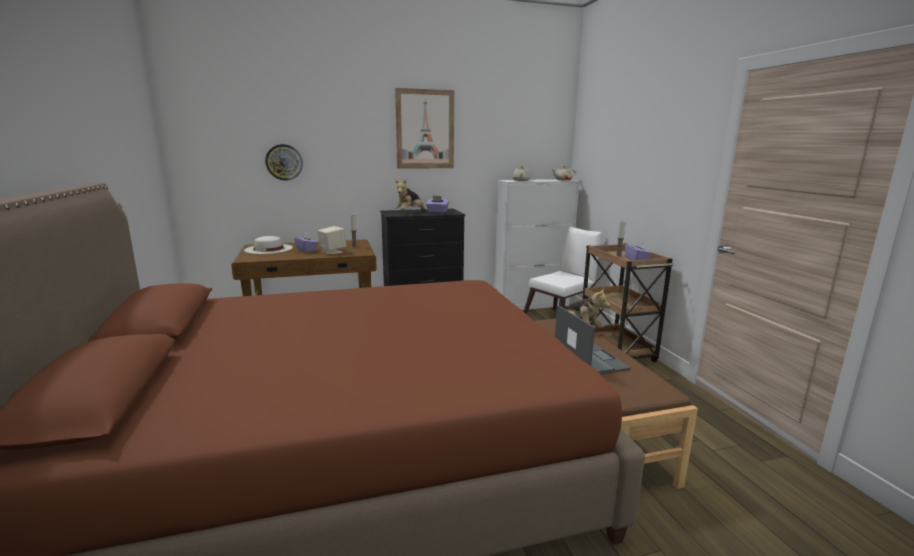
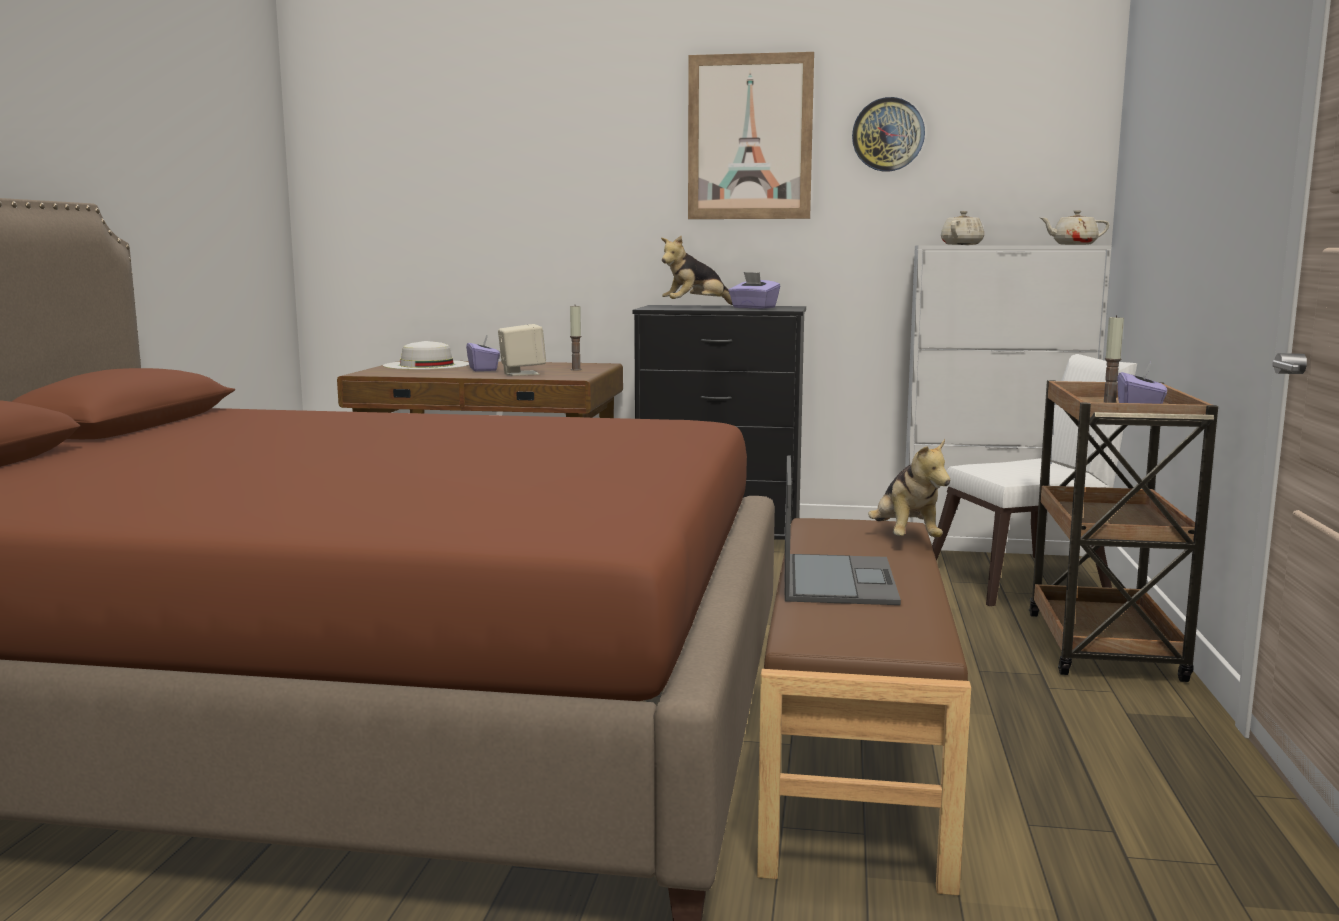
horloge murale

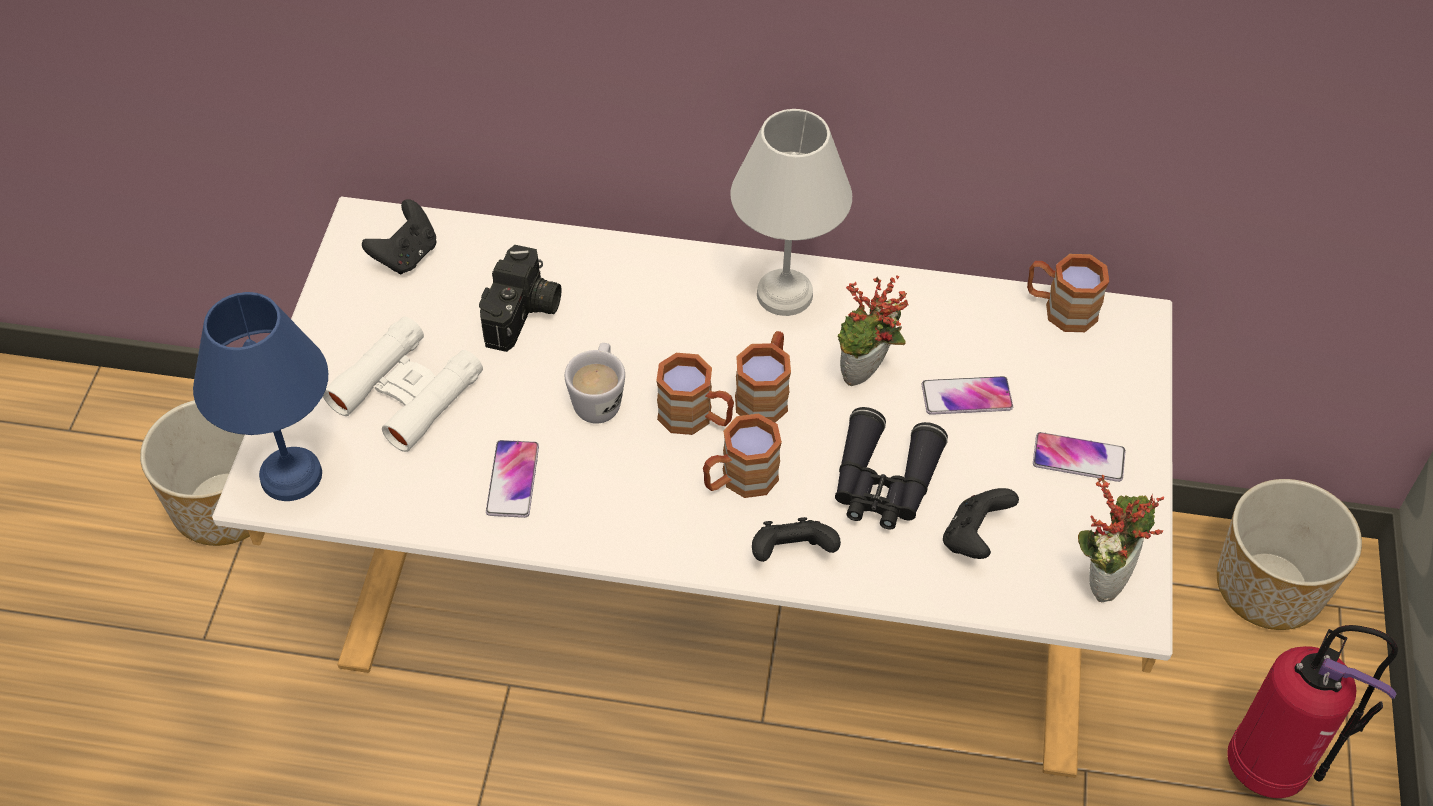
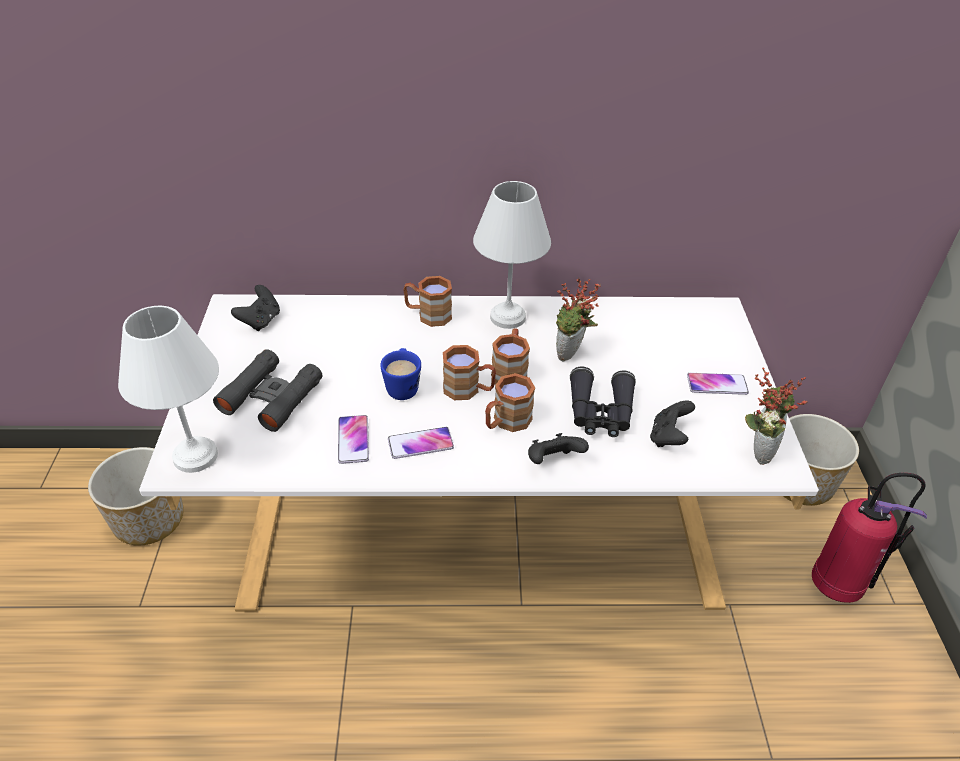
lampe de table/blanc (no. 1 from left)
jumelles/noir (no. 1 from left)
appareil photo
mug/bleu
téléphone (no. 2 from left)
mug/marron (no. 1 from left)

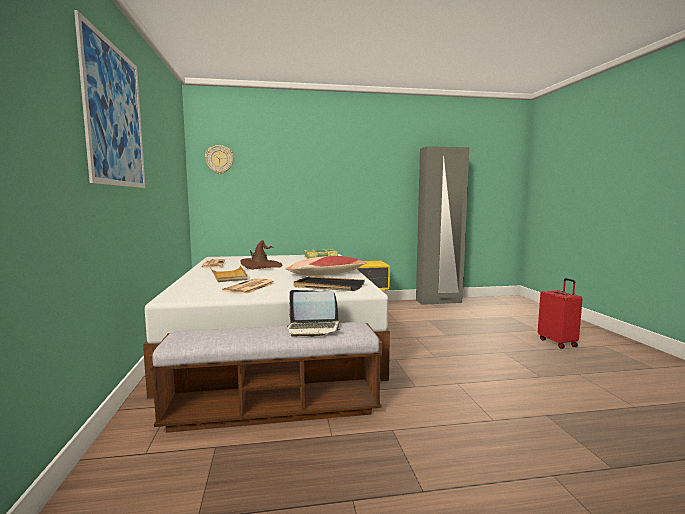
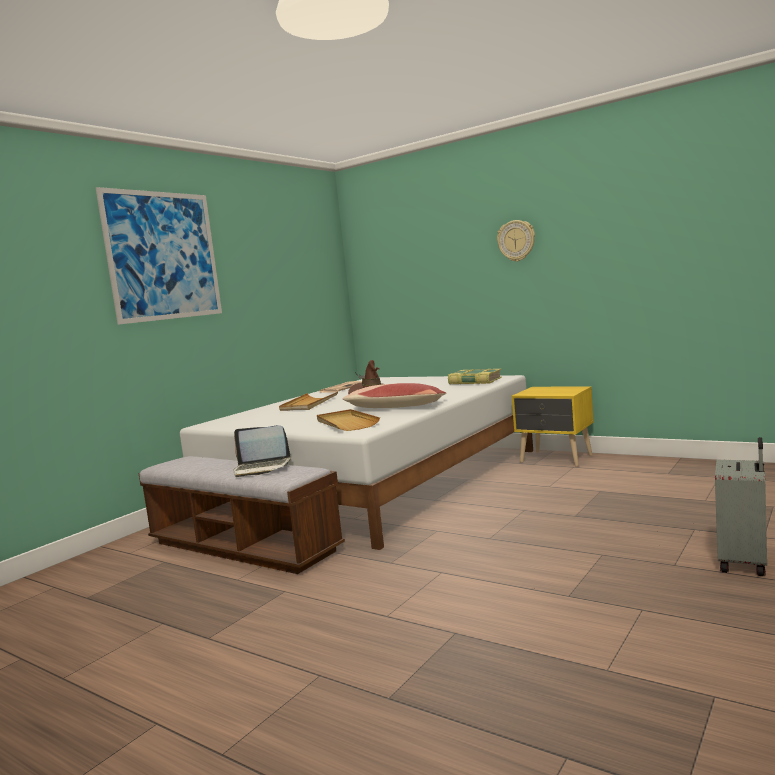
horloge murale
journal (no. 2 from left in the first image)
ordinateur portable
plateau/beige (no. 2 from left)
armoire/gris
valise/gris

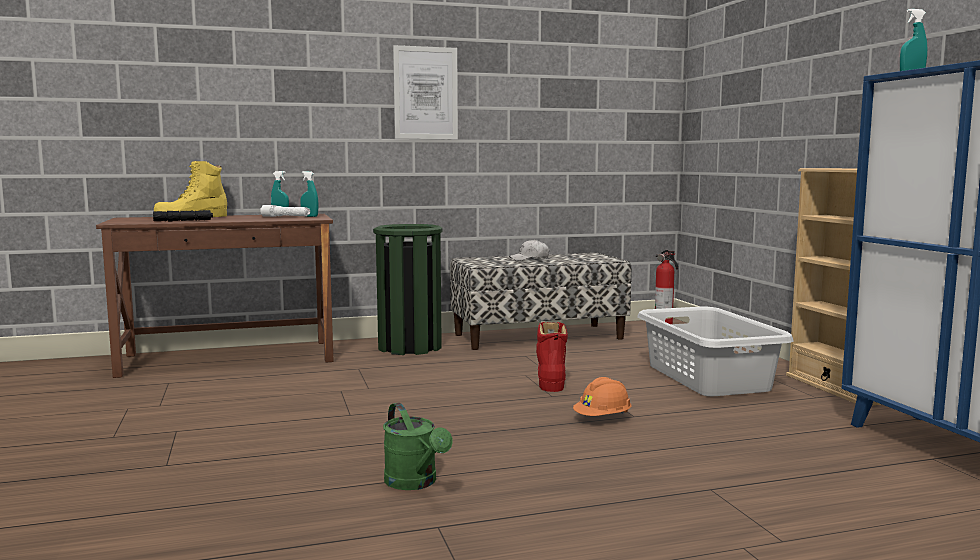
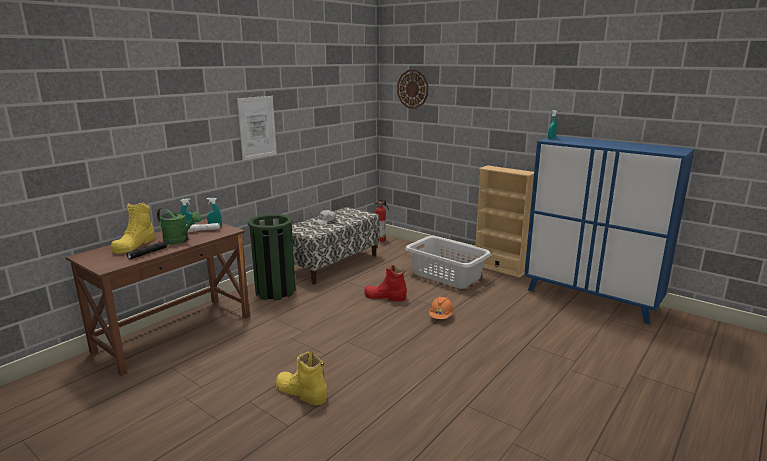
arrosoir/vert
botte/rouge
botte/jaune (no. 2 from left)
horloge murale

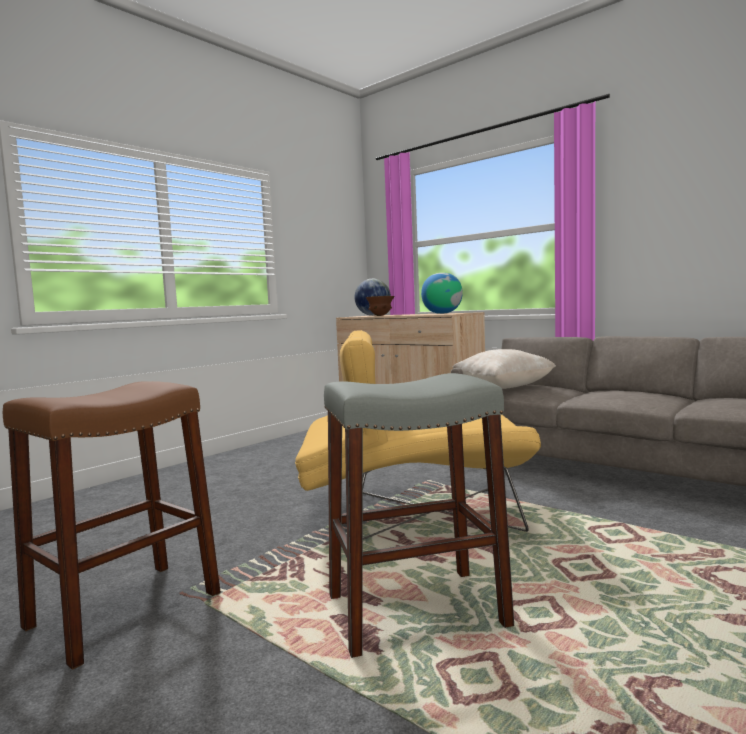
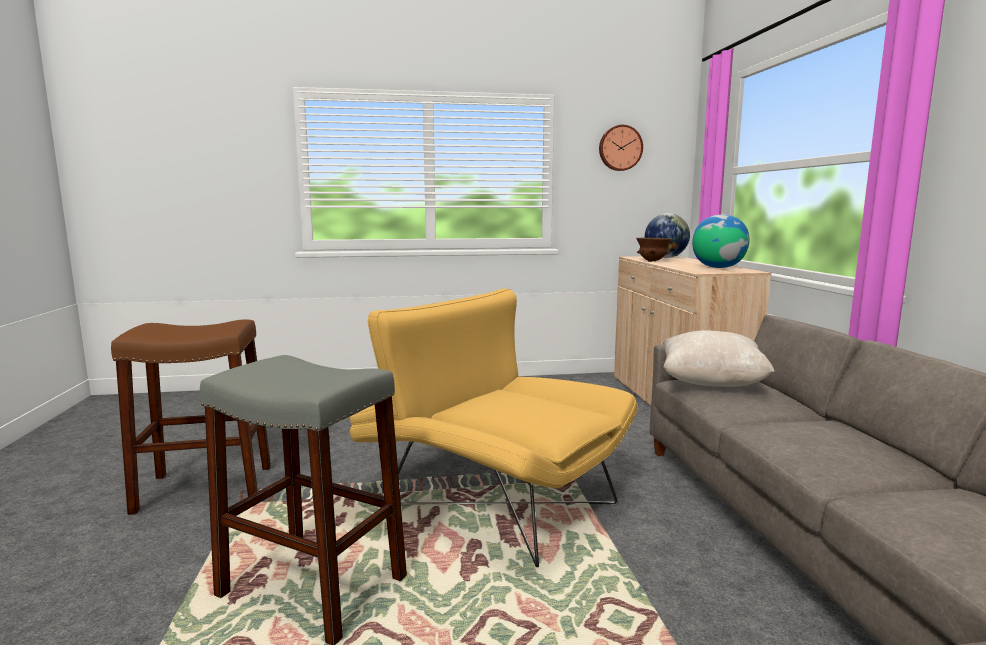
horloge murale

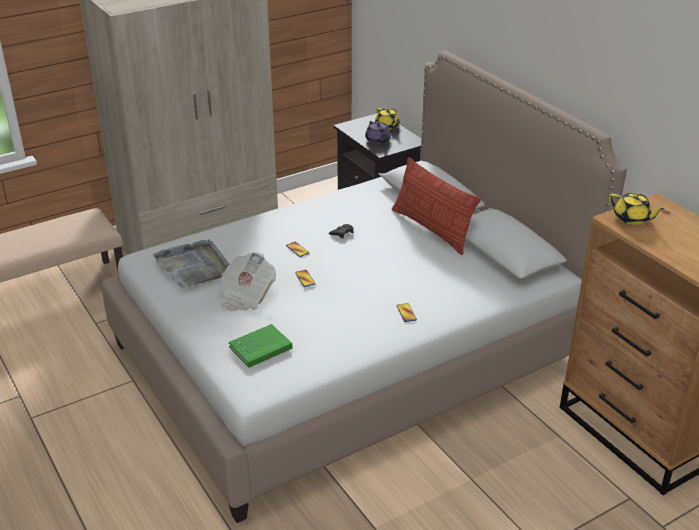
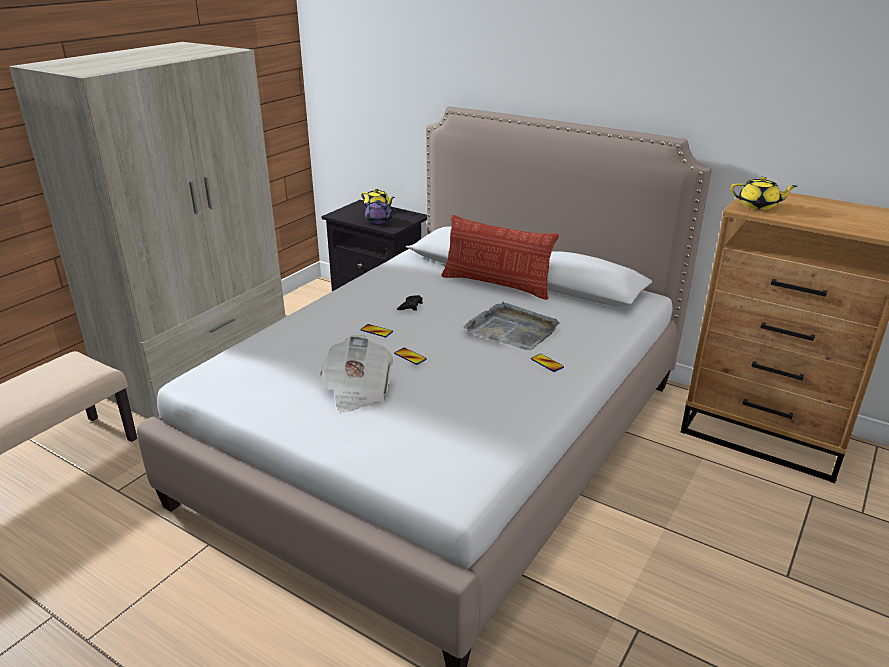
plateau/gris
livre/vert

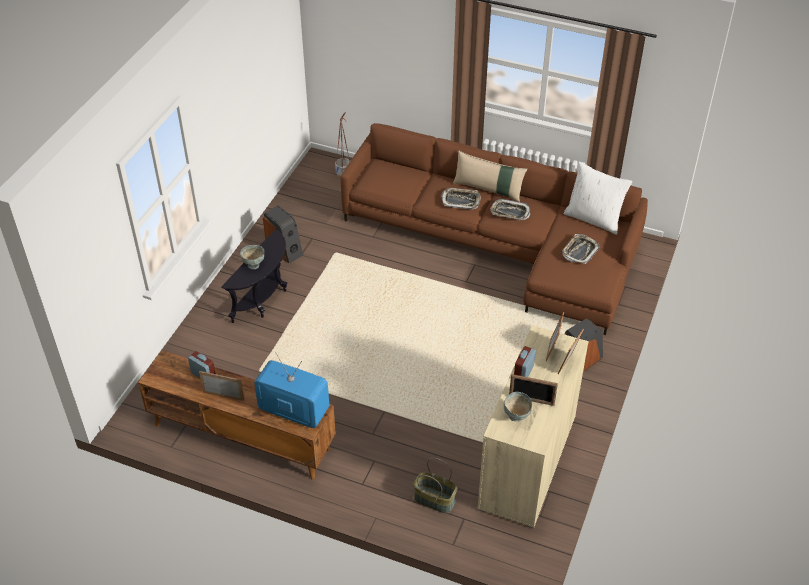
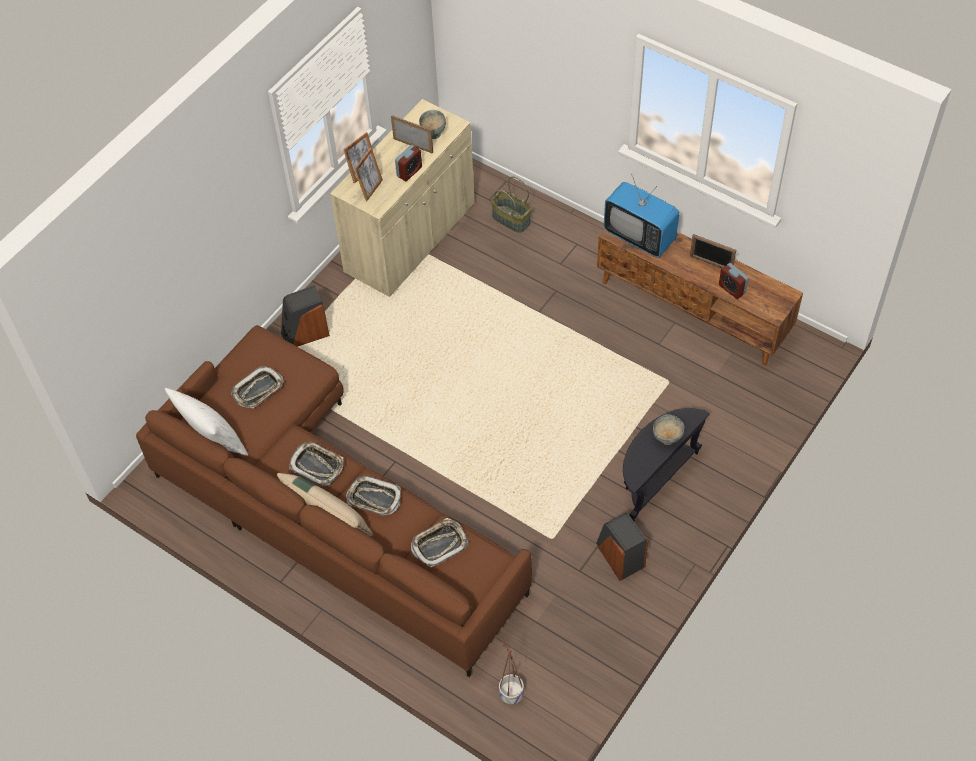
plateau (no. 4 from left)

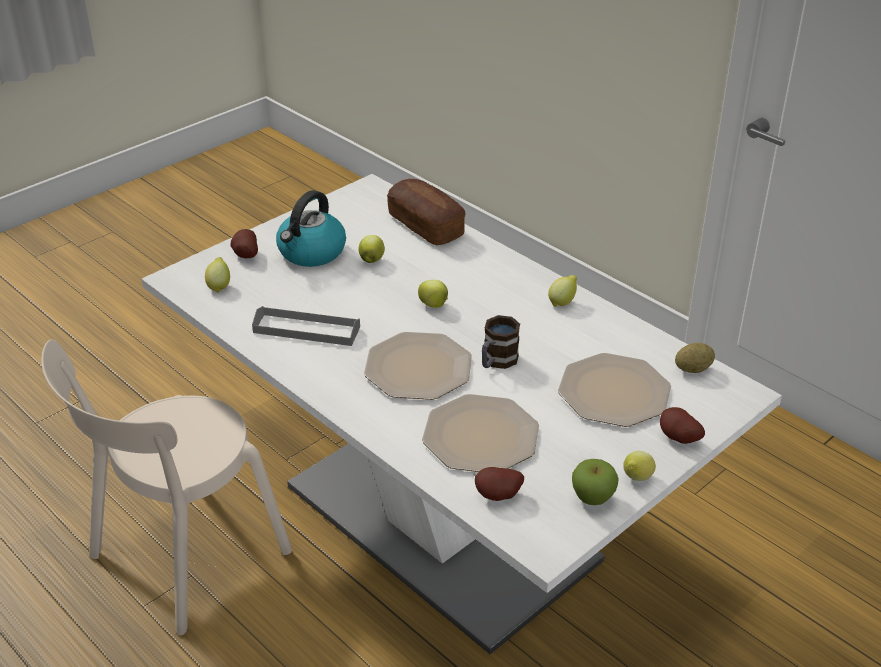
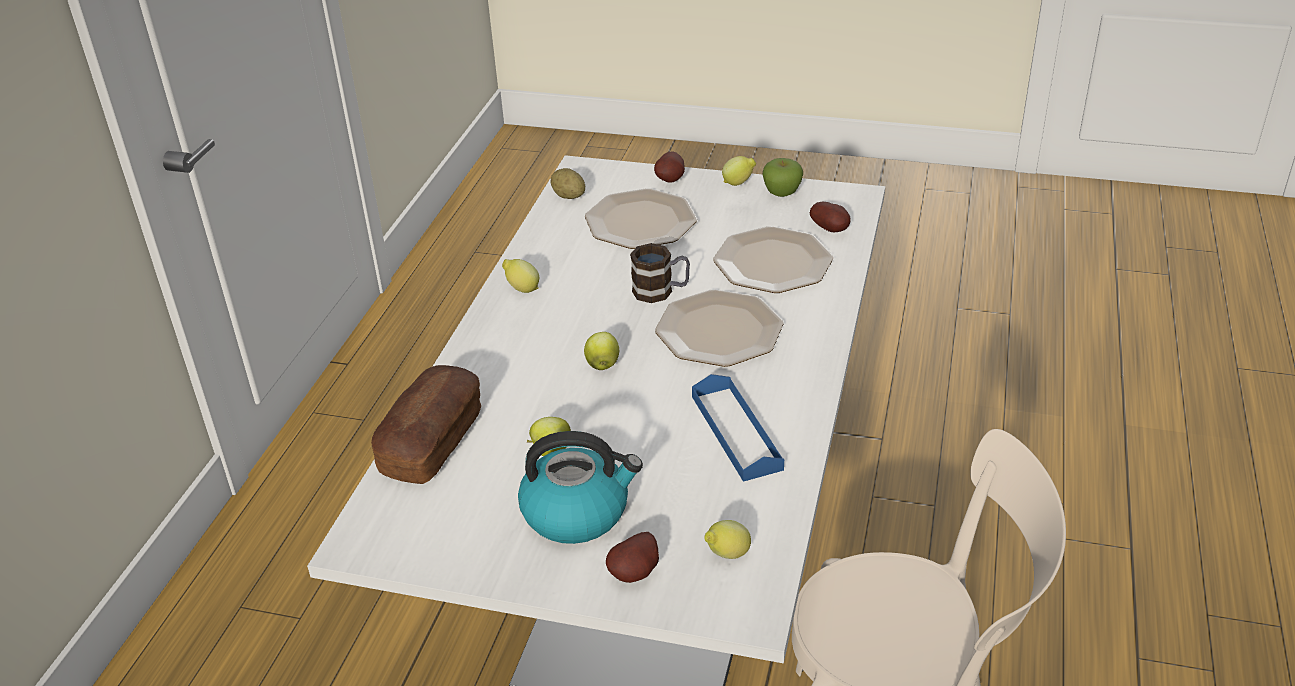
plateau/bleu

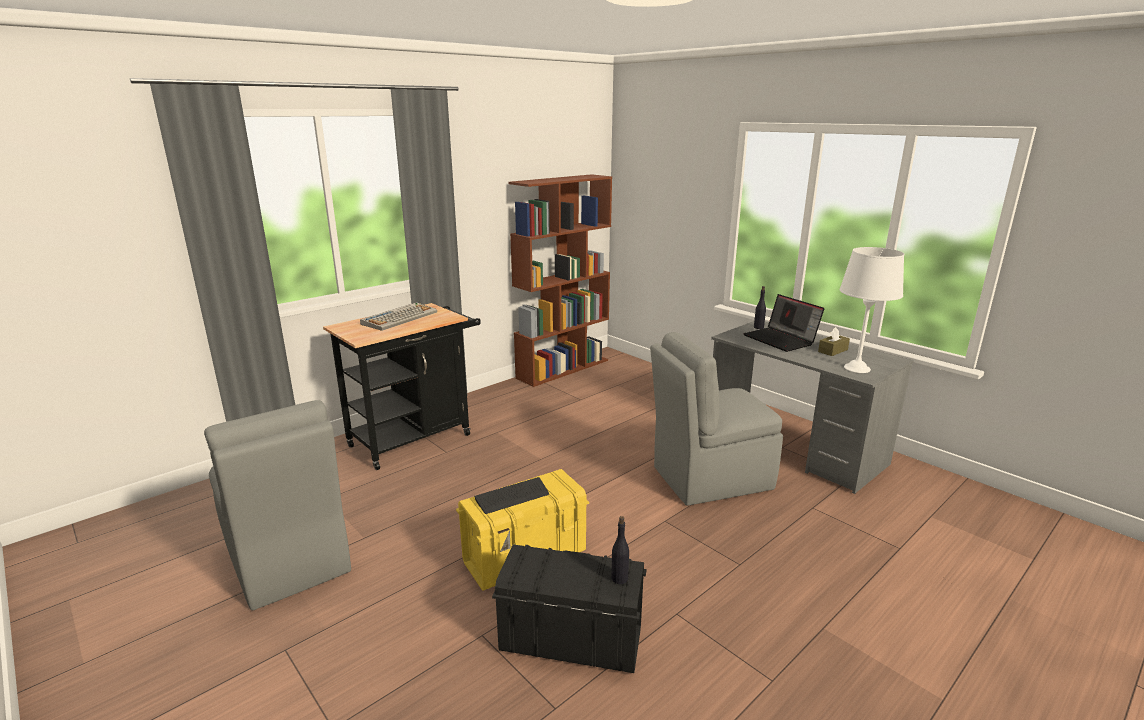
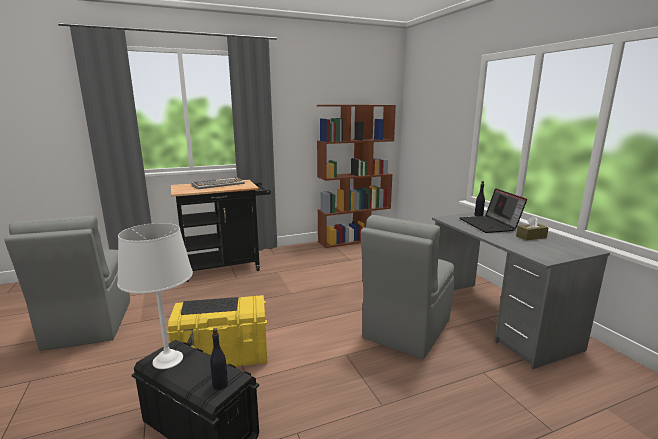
chaise/gris (no. 2 from left)
lampe de table/blanc

